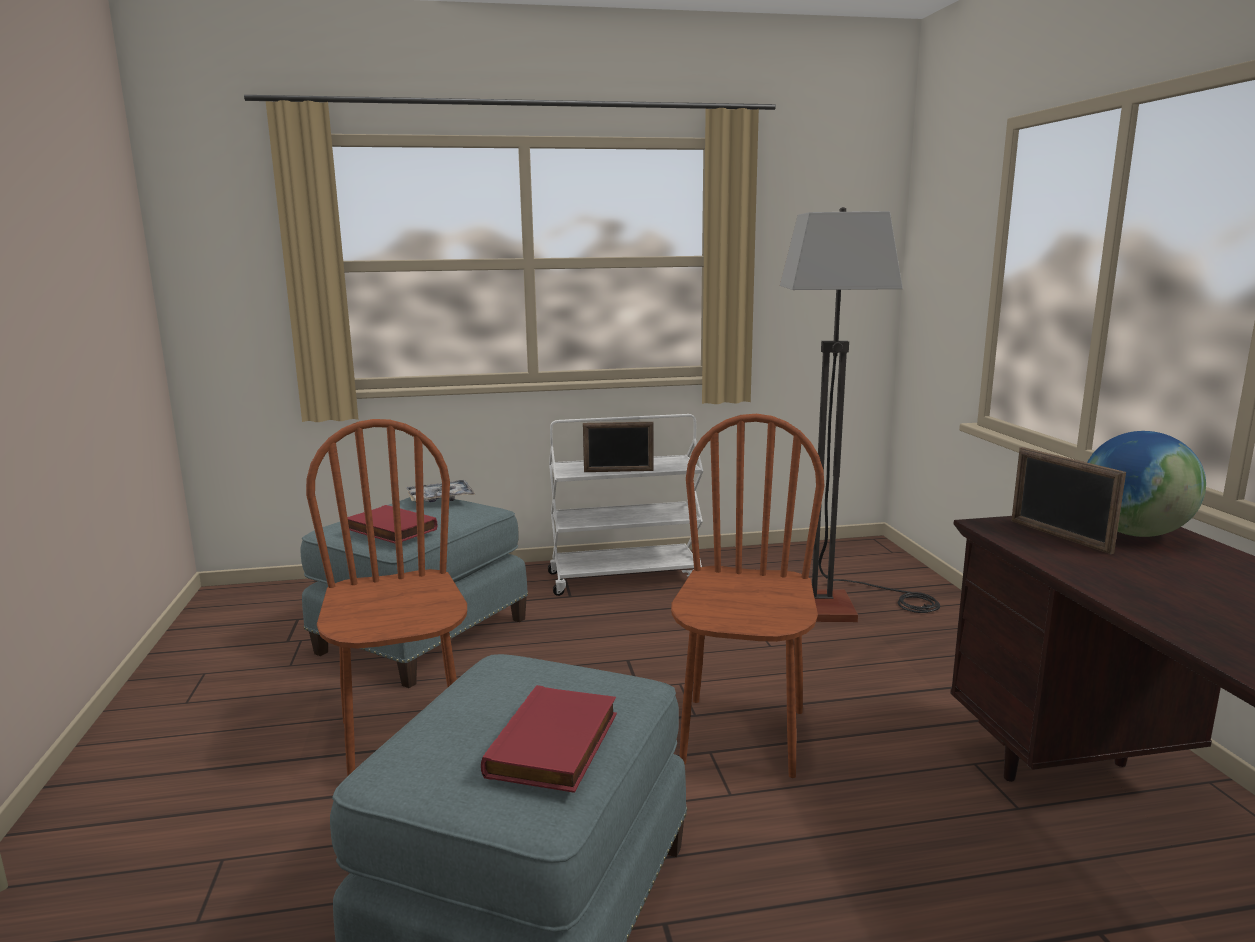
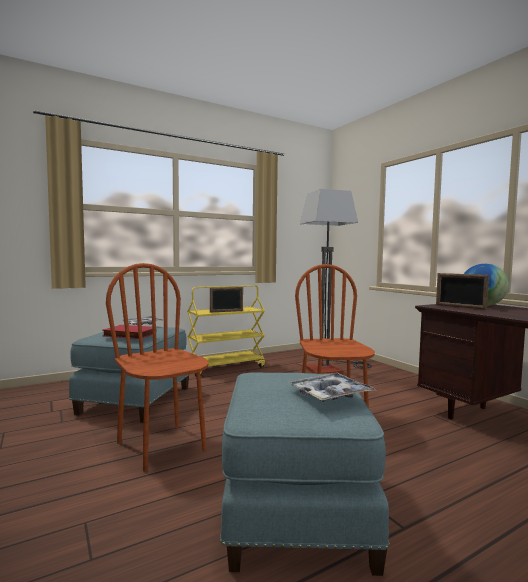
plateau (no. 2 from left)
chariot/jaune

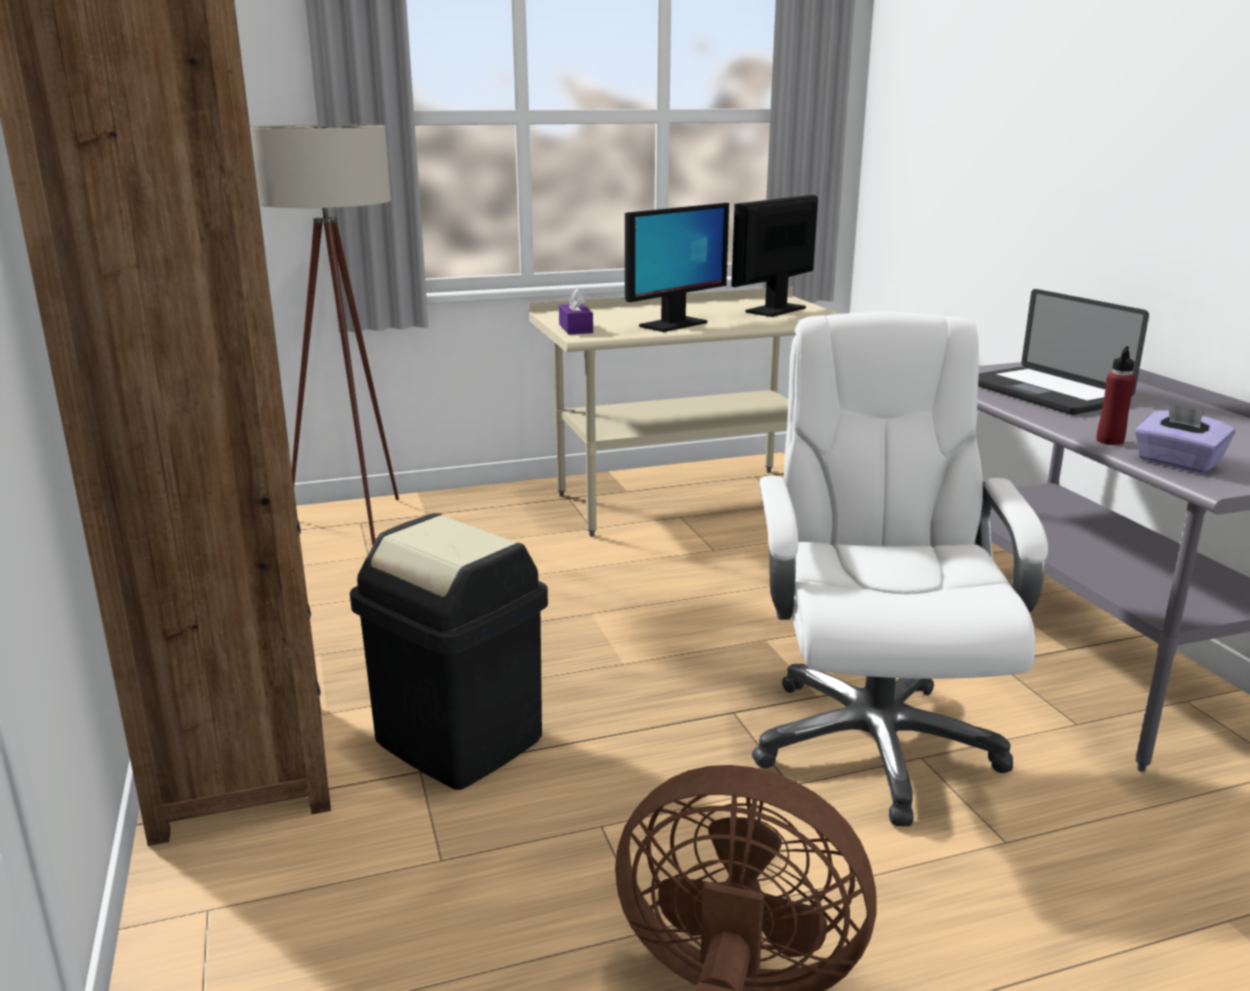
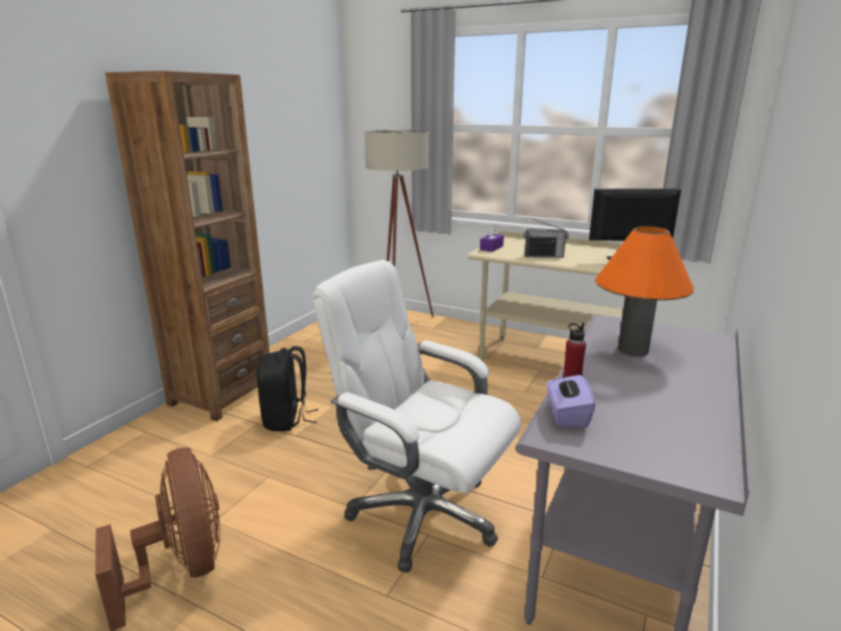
sac à dos/noir
radio
chaise de bureau/blanc
lampe de table/orange

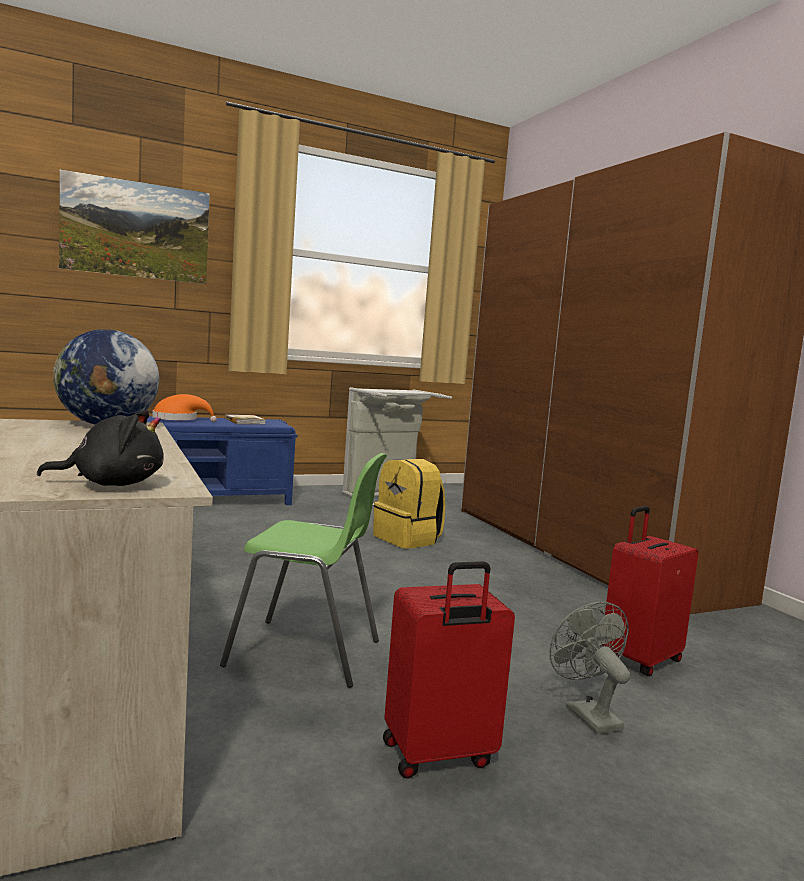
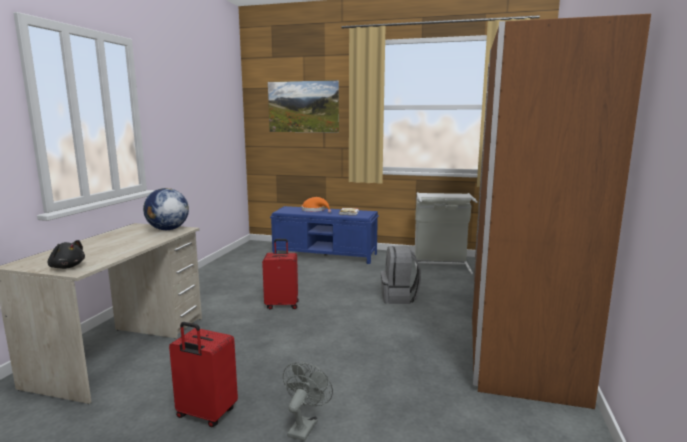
chaise/vert
sac à dos/gris
valise/rouge (no. 2 from left)

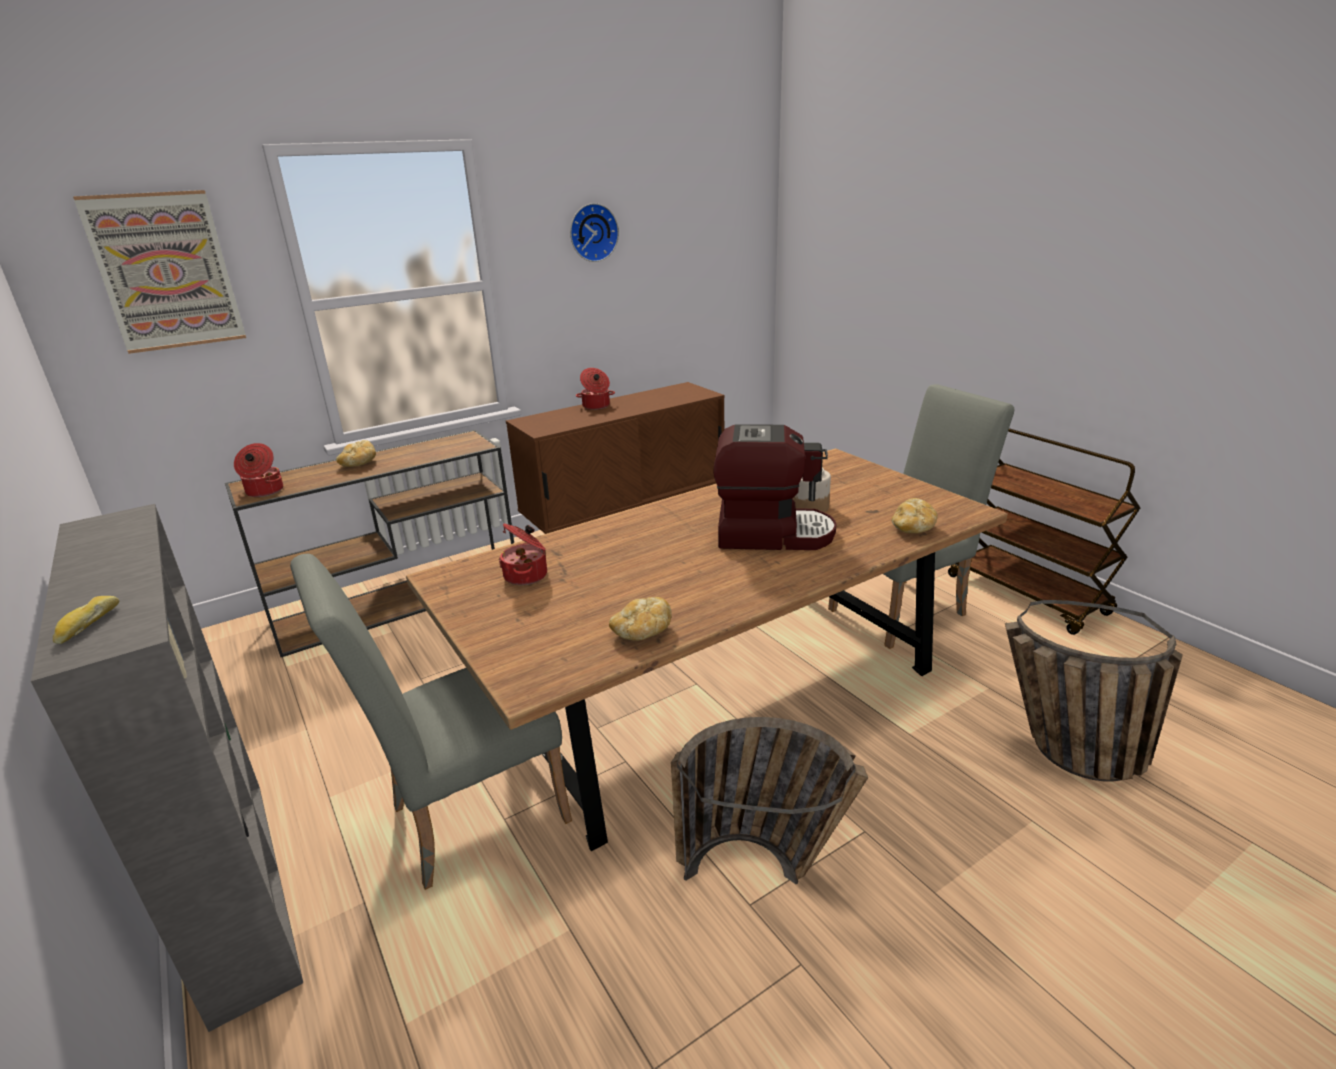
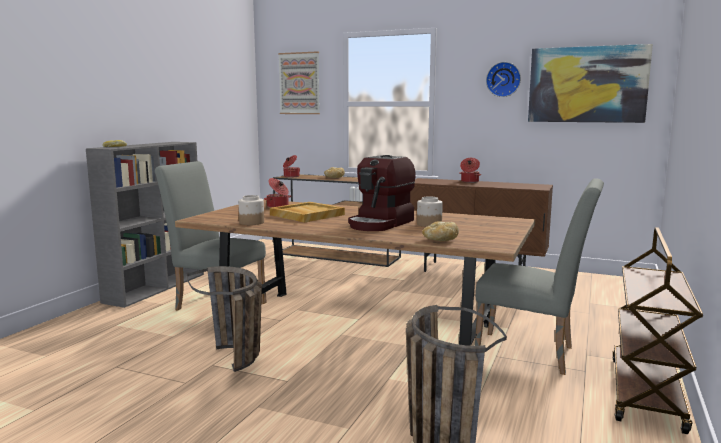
bocal (no. 1 from left)
machine à café
plateau/beige
tableau (no. 2 from left)

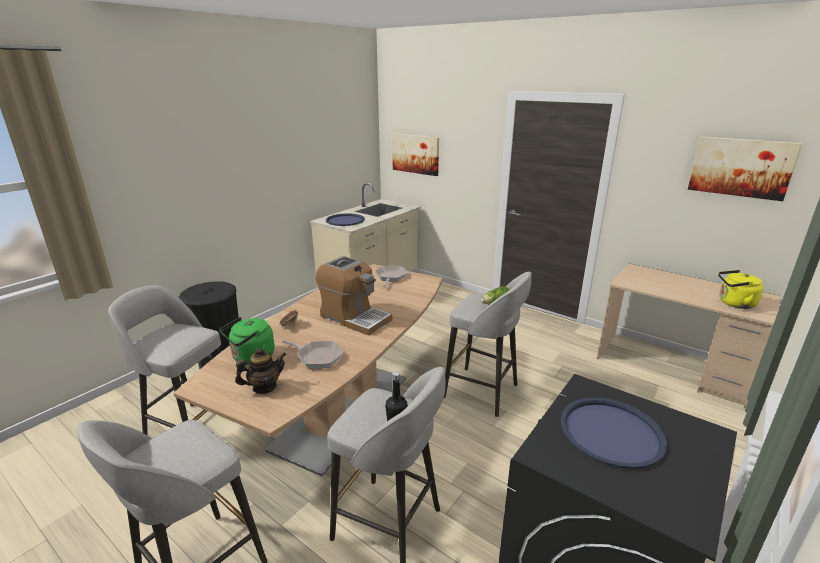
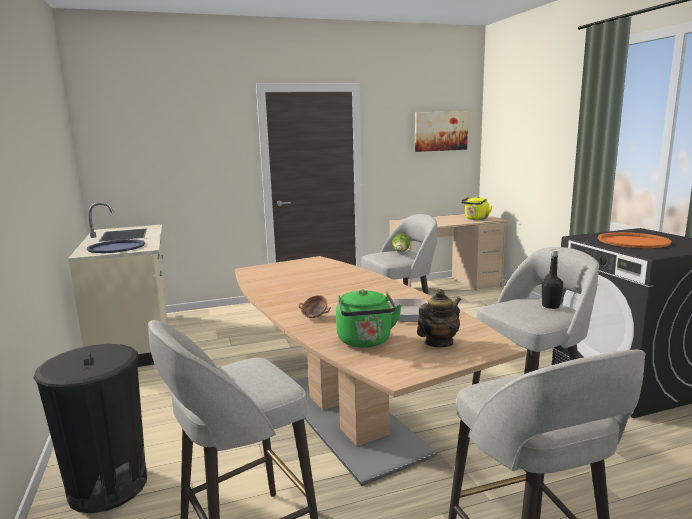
théière
machine à café
poêle (no. 2 from left in the first image)
tableau (no. 1 from left in the first image)
plateau/orange

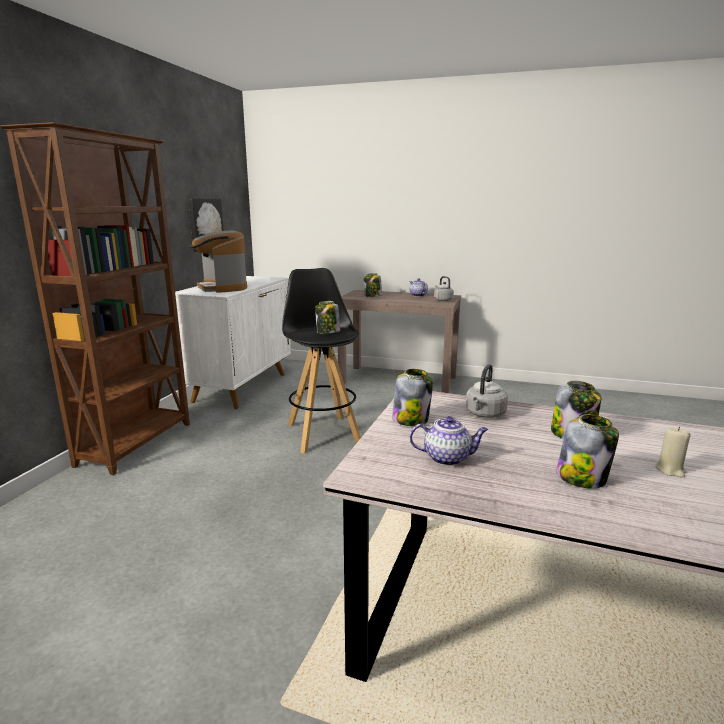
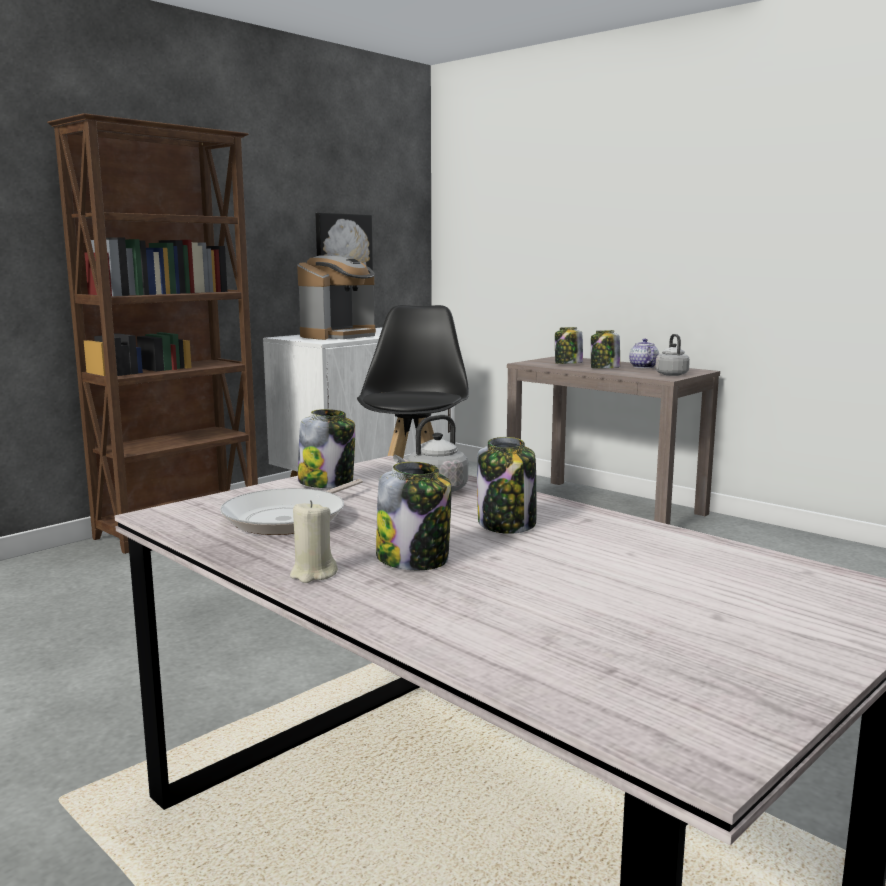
machine à café
bocal (no. 5 from left)
poêle
bougie/beige

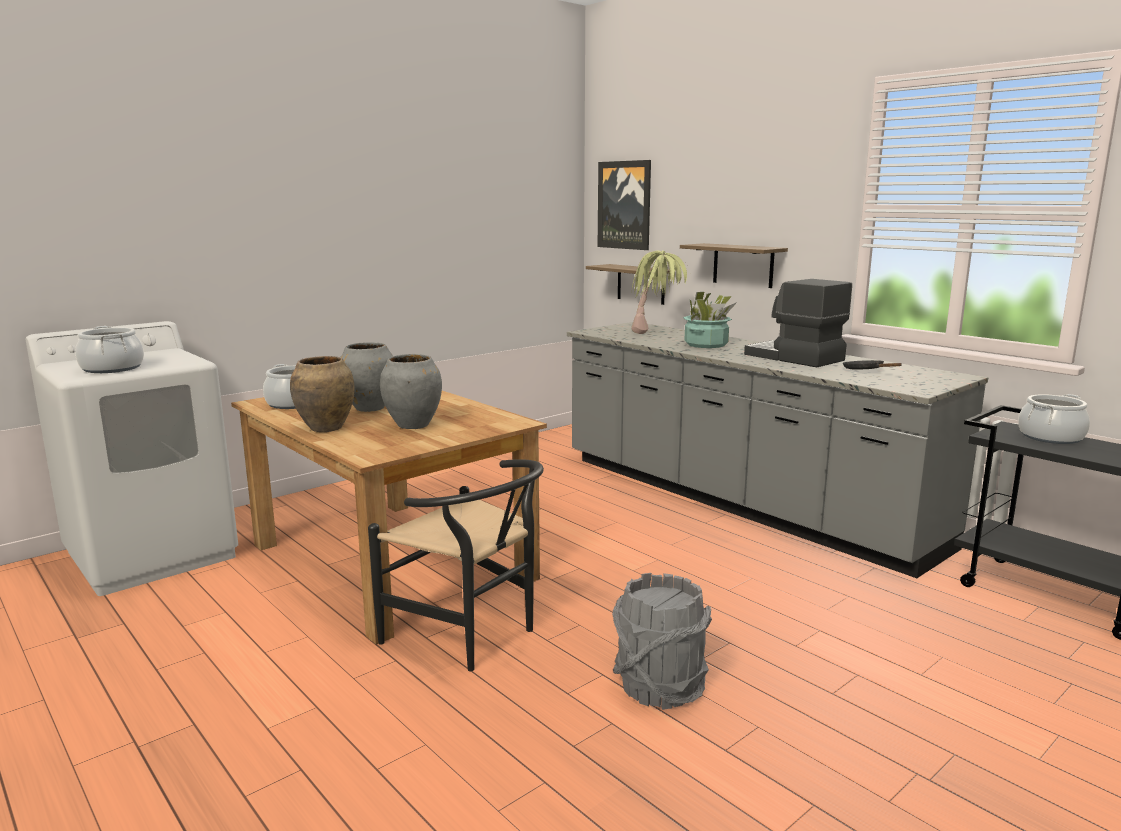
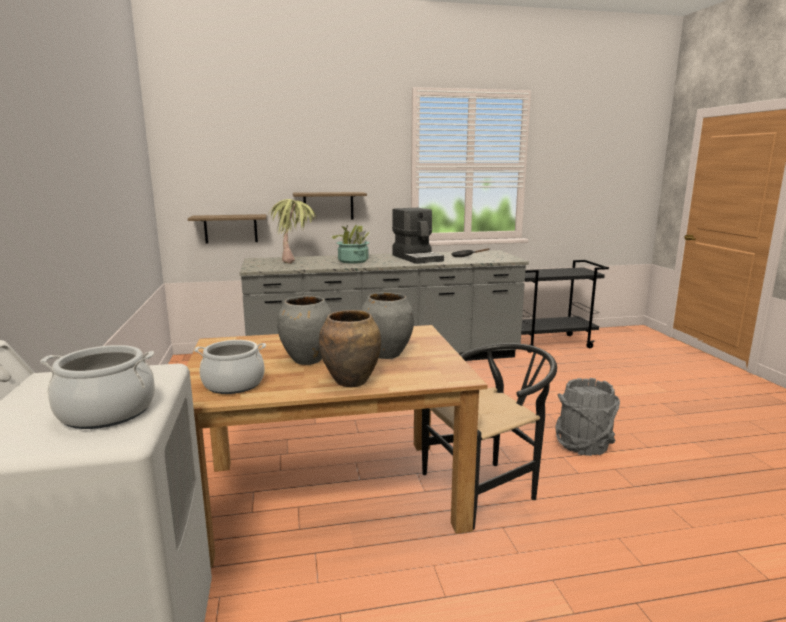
tableau
machine à café
marmite (no. 3 from left in the first image)

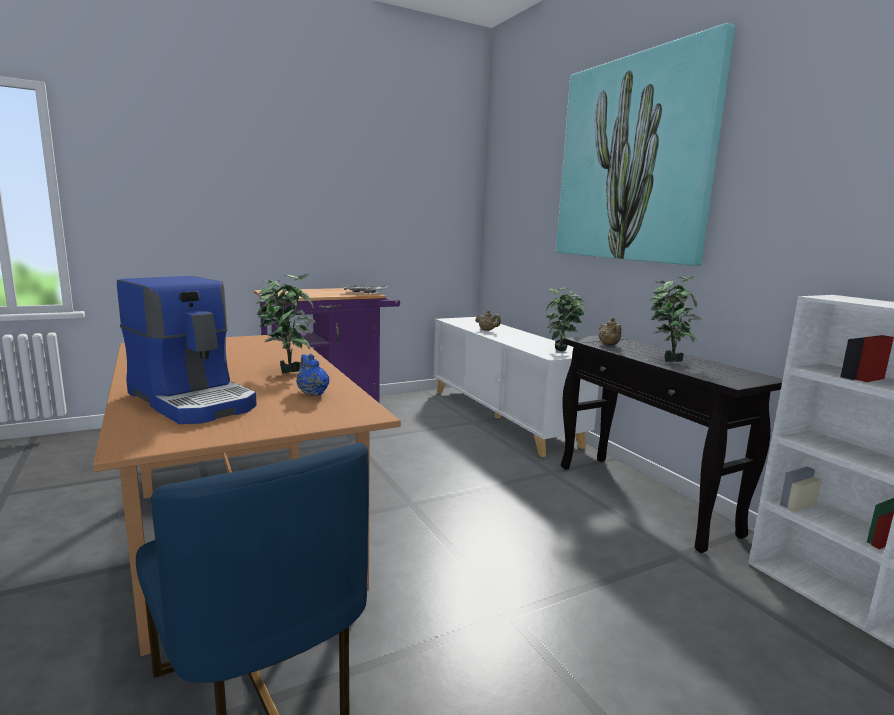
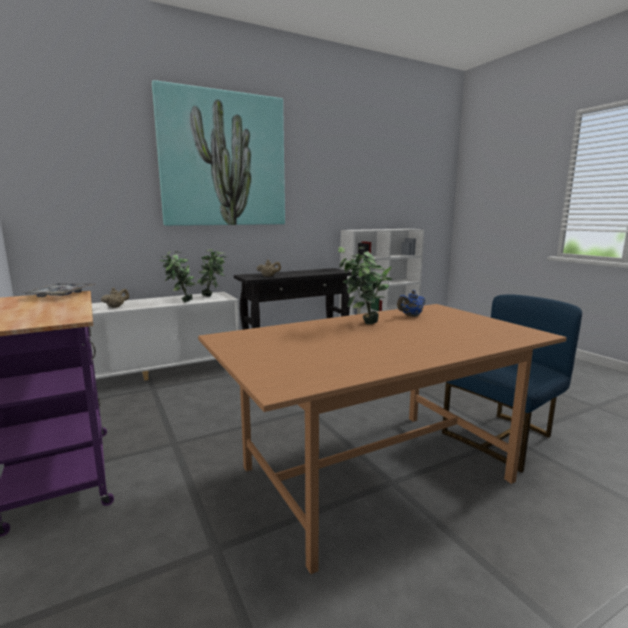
machine à café
plante en pot (no. 1 from left)

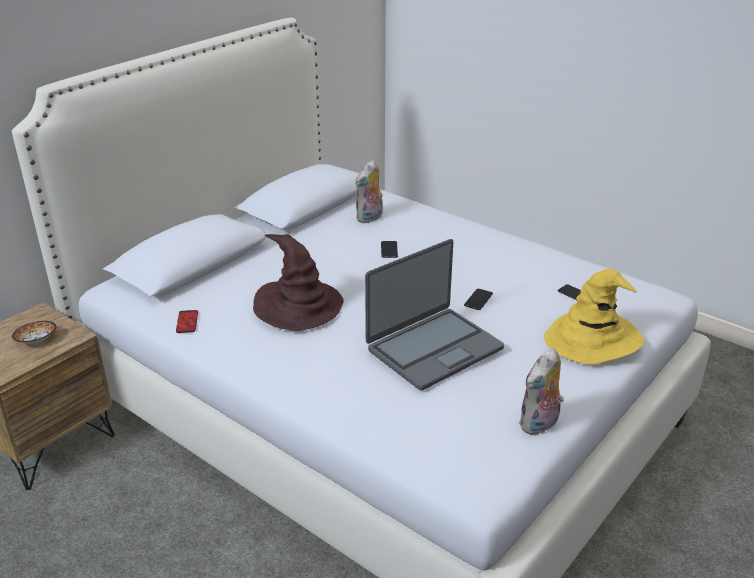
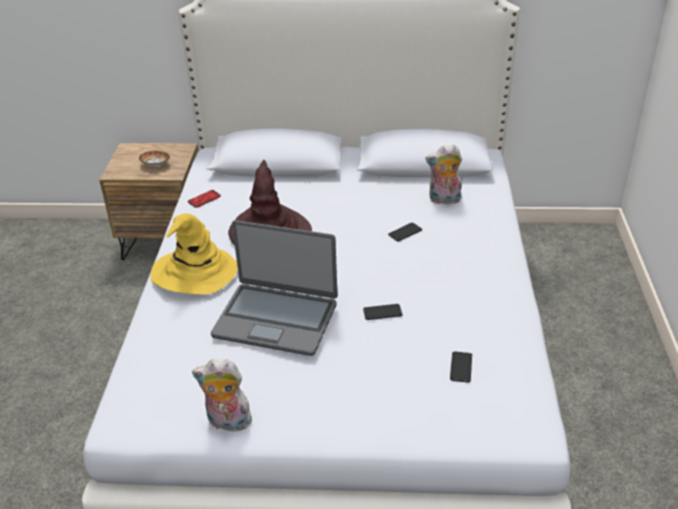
chapeau/jaune

